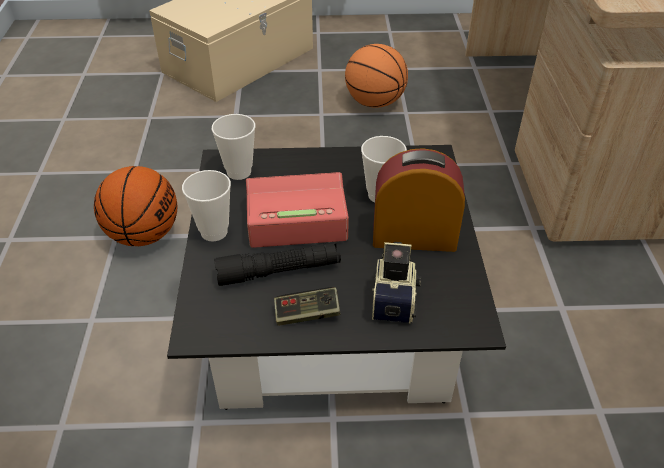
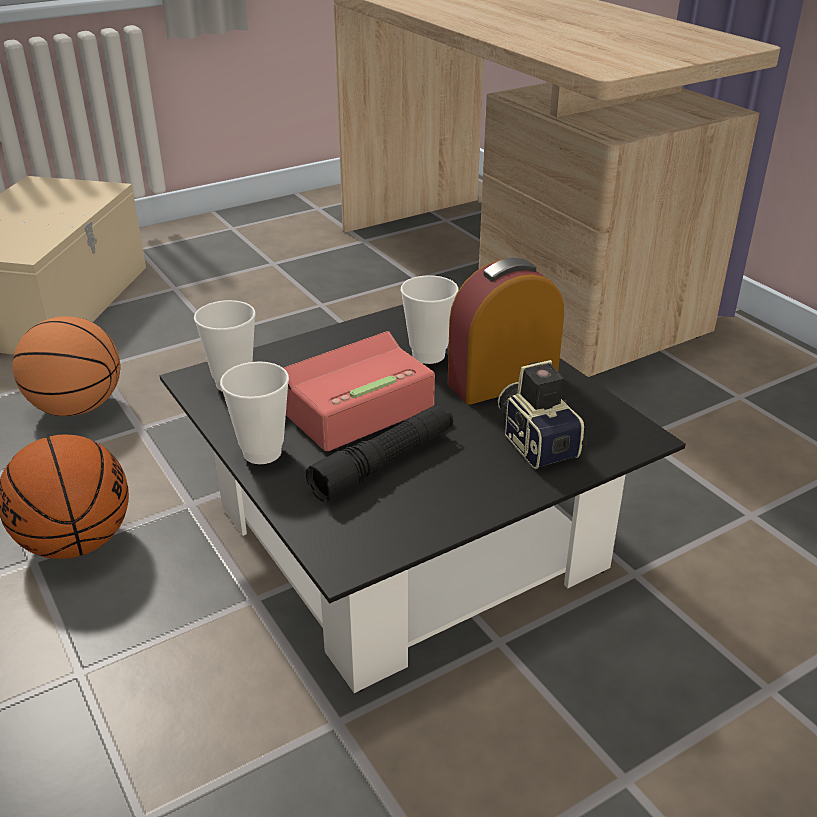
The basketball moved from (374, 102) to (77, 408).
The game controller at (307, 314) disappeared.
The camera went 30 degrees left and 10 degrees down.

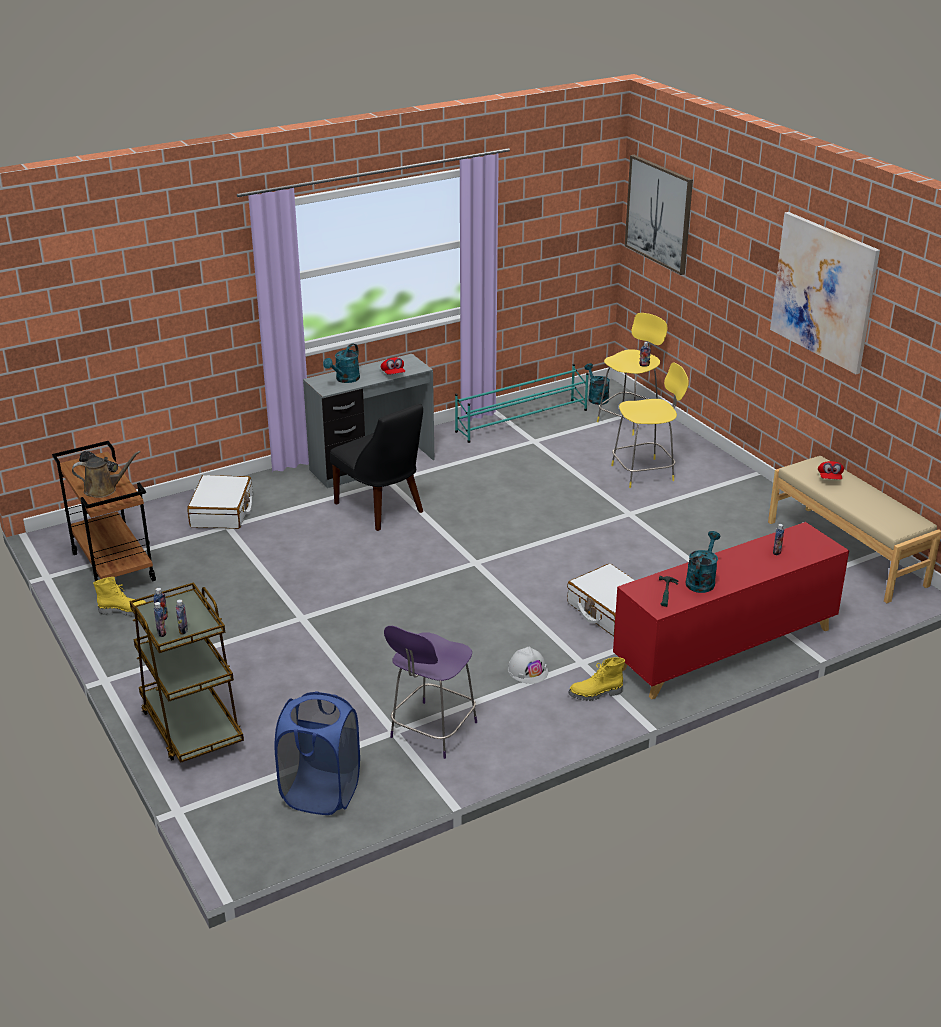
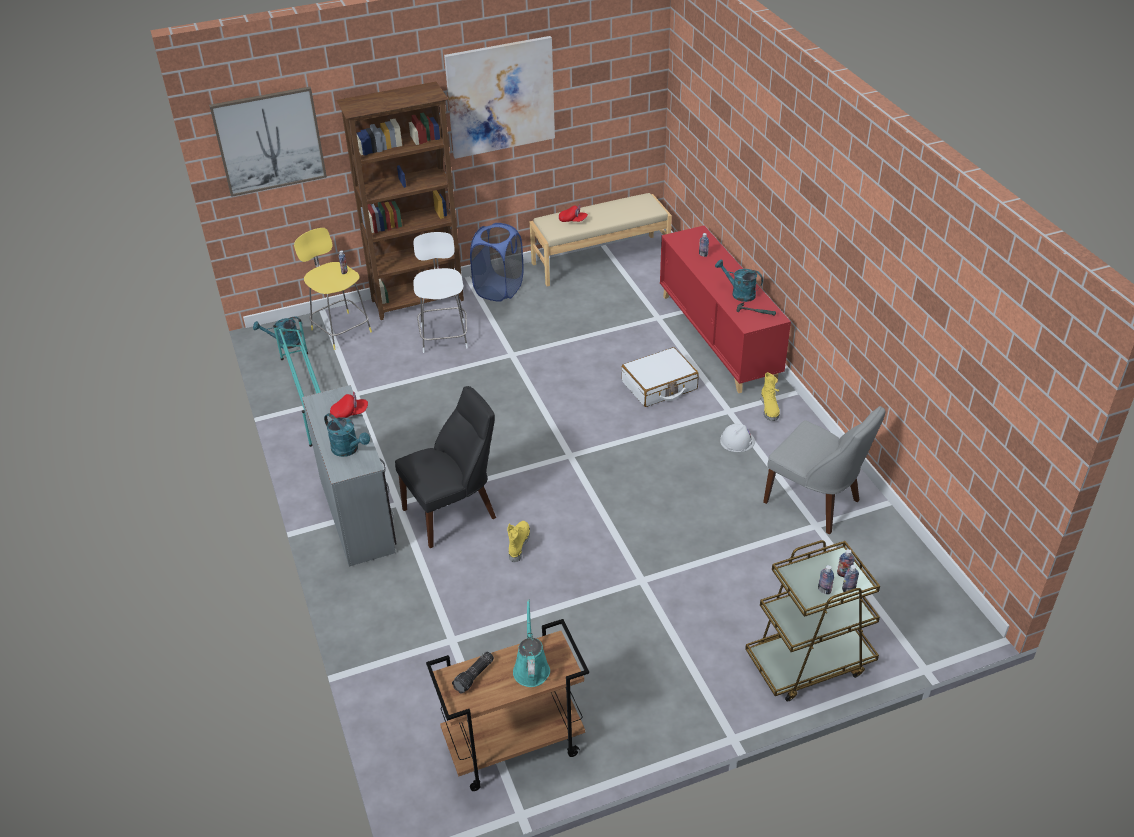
The yellow stool at (645, 472) became the white stool at (444, 335).
The brown watering can at (104, 489) became the turquoise watering can at (531, 668).
The white suitcase at (222, 512) disappeared.
The yellow boot moved from (124, 611) to (518, 544).
The purple stool at (432, 731) was replaced by the grey chair at (815, 503).
The blue laundry basket moved from (321, 793) to (499, 289).
The brown bookcase at (418, 301) appeared.
The camera went 80 degrees left and 10 degrees up.

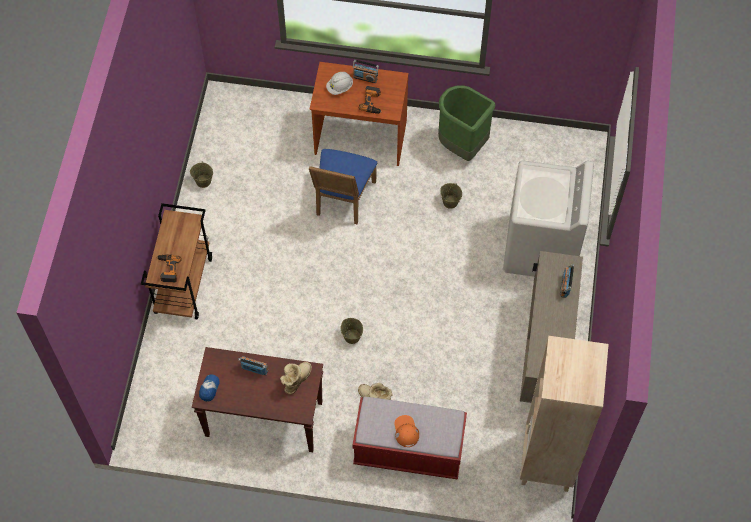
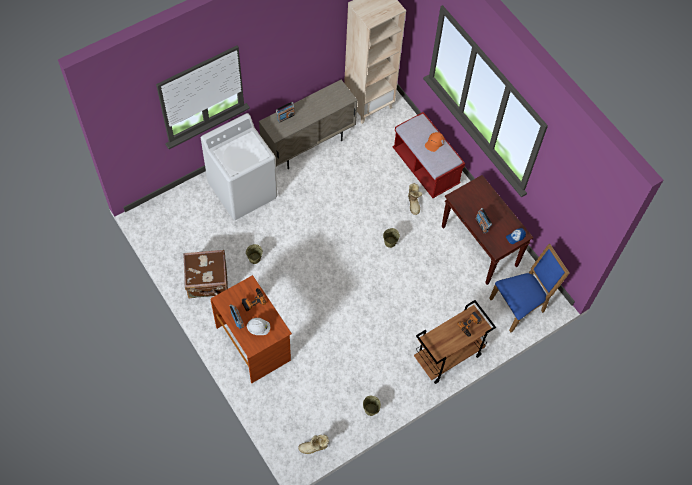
The green trash can at (462, 146) was replaced by the brown suitcase at (207, 281).
The blue chair moved from (342, 200) to (520, 305).
The boot moved from (296, 380) to (314, 448).
The camera went 135 degrees left and 0 degrees up.

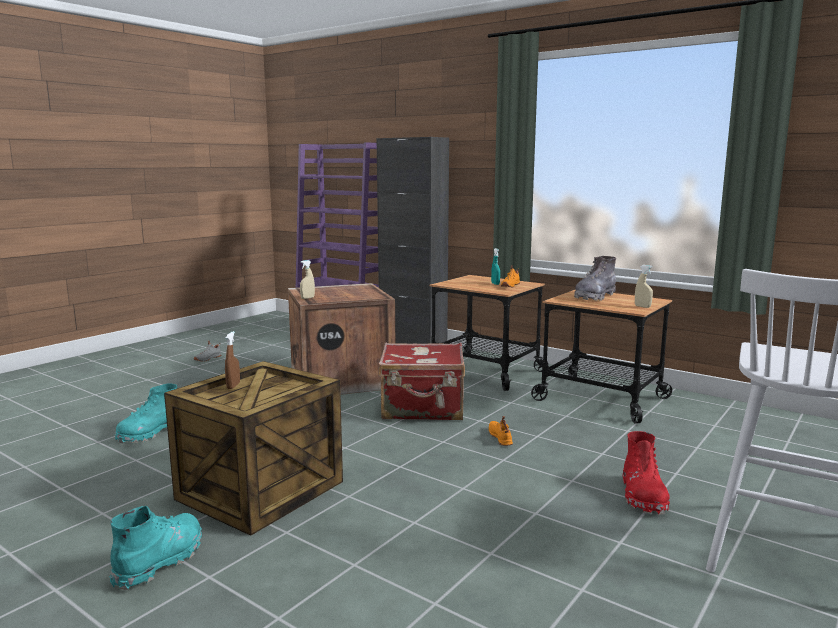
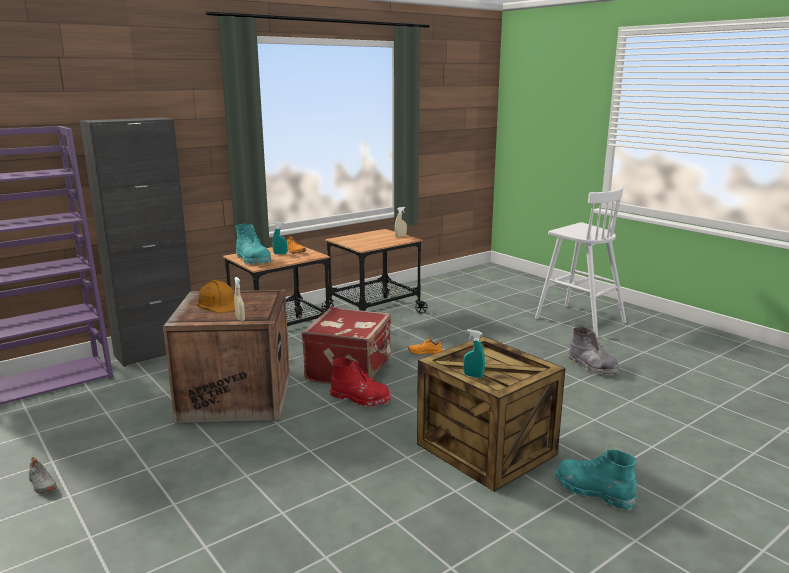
The grey boot moved from (594, 297) to (592, 367).
The brown spray bottle at (233, 386) became the turquoise spray bottle at (473, 376).
The turquoise boot moved from (150, 433) to (253, 260).
The red boot moved from (643, 496) to (360, 399).
The orange hard hat at (219, 304) appeared.
The camera went 75 degrees left and 5 degrees up.

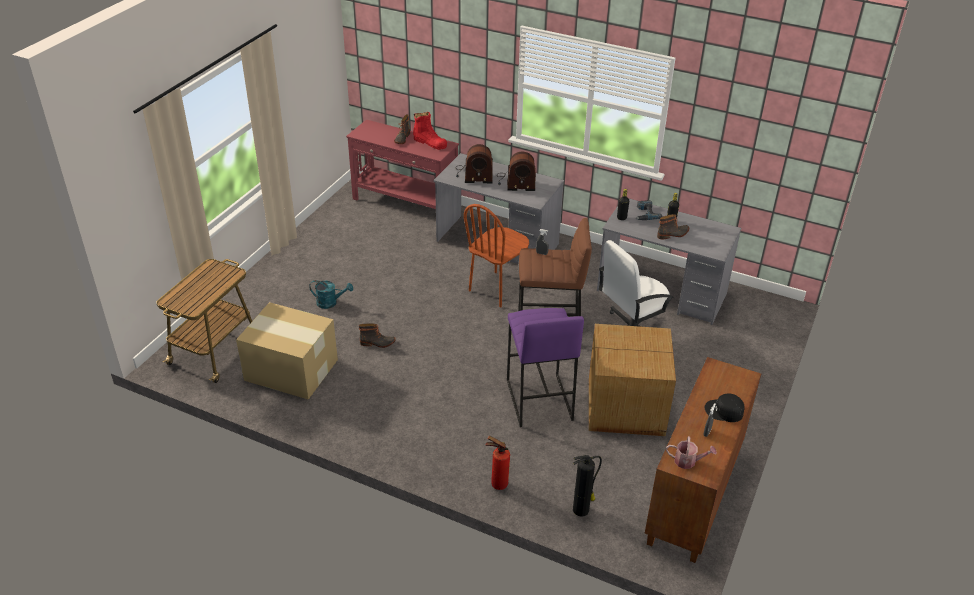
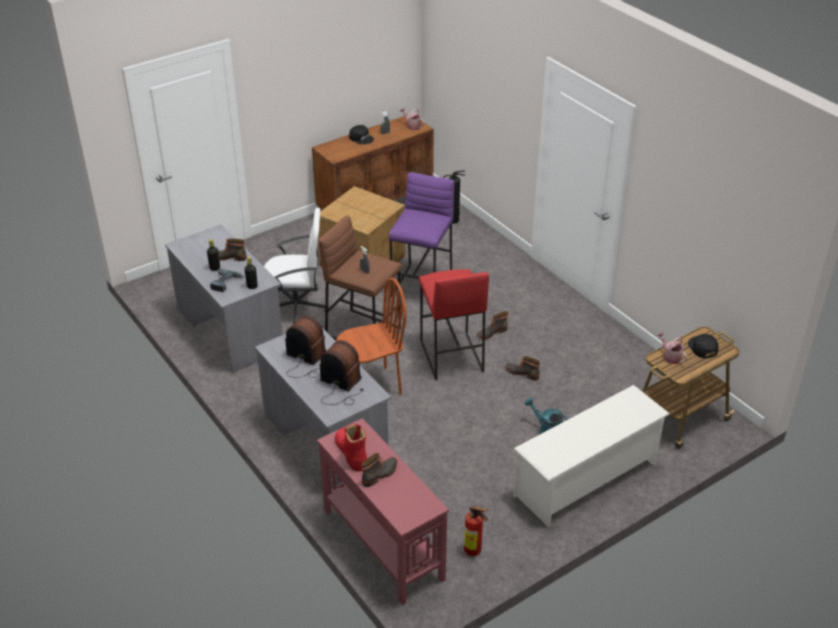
The cardboard box at (290, 369) disappeared.
The fire extinguisher moved from (497, 484) to (474, 552).
The red stool at (450, 356) appeared.
The boot at (491, 332) appeared.
The watering can at (670, 356) appeared.
The black cap at (702, 348) appeared.
The white shoe rack at (586, 480) appeared.
The camera went 150 degrees left and 0 degrees up.

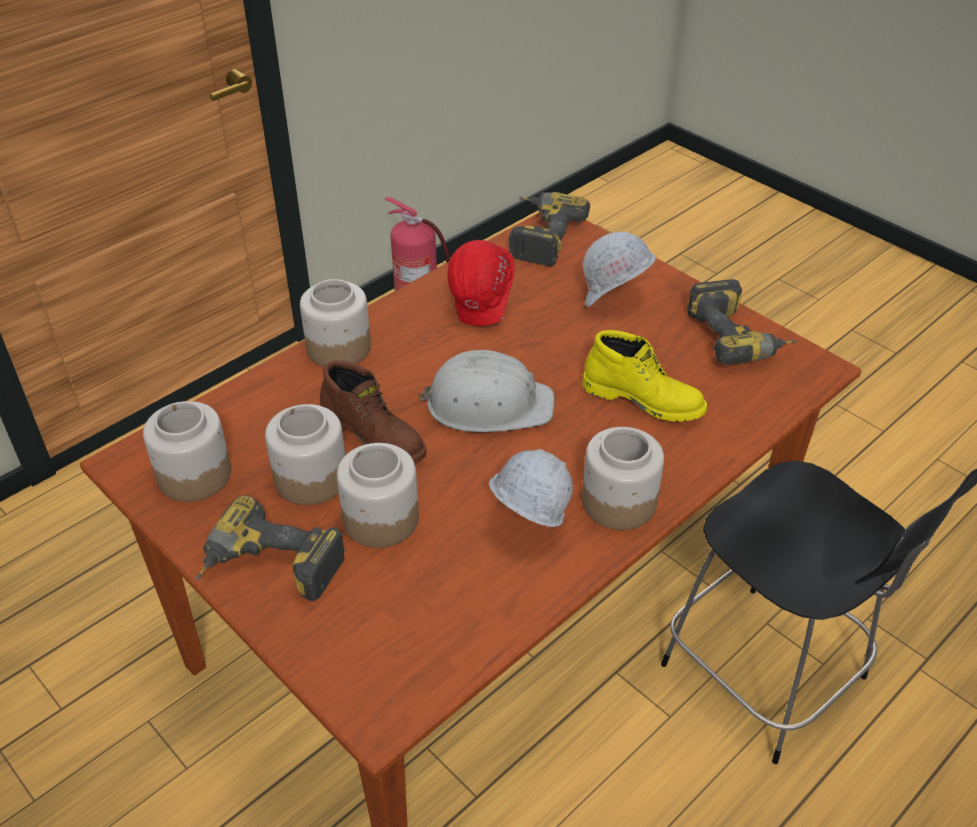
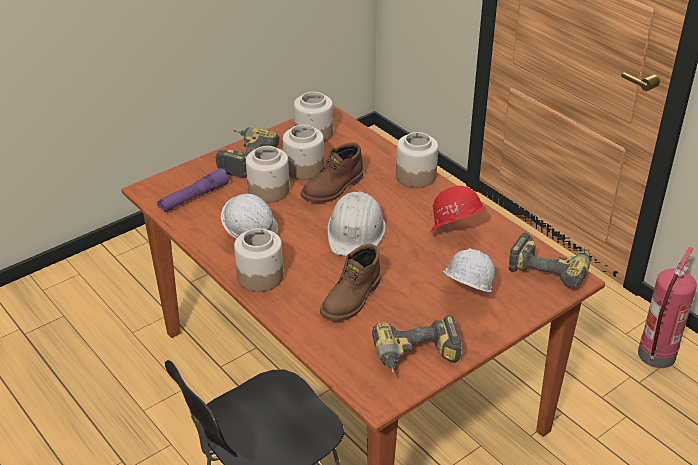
The yellow boot at (644, 399) became the brown boot at (352, 299).
The purple flashlight at (194, 197) appeared.
The camera went 95 degrees right and 5 degrees down.

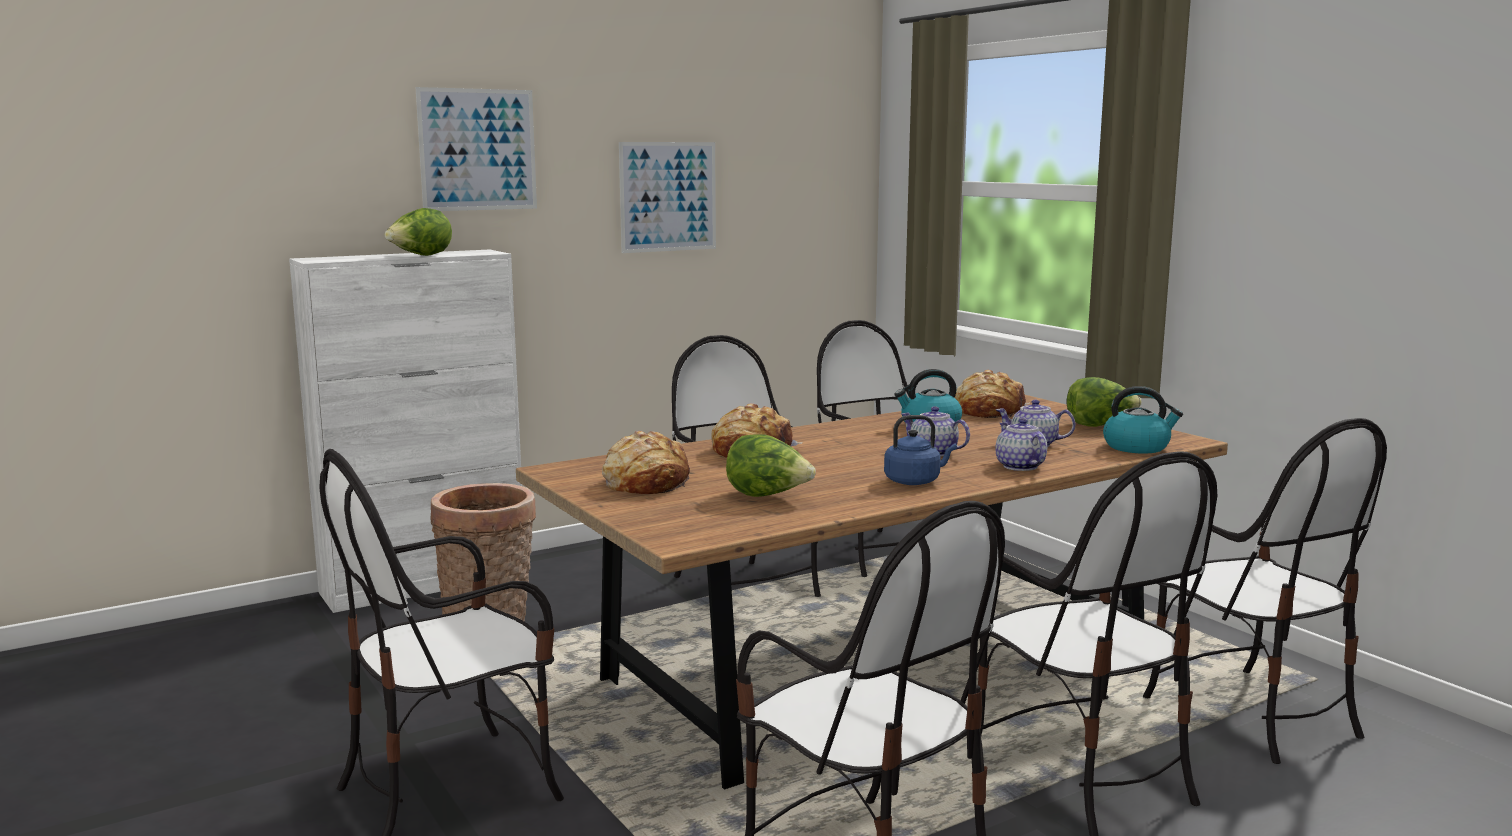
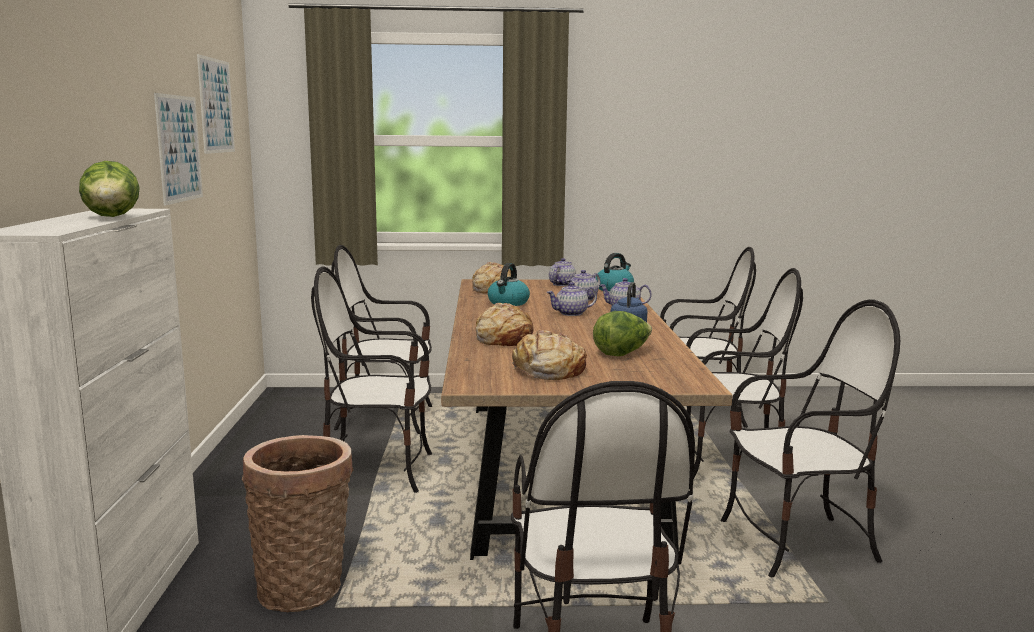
The picture moved from (478, 150) to (216, 106).
The lettuce at (1099, 425) was replaced by the teapot at (561, 284).
The camera went 60 degrees left and 0 degrees up.

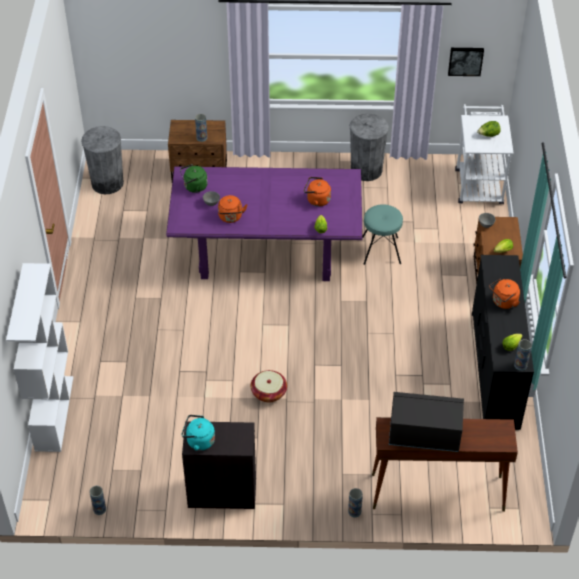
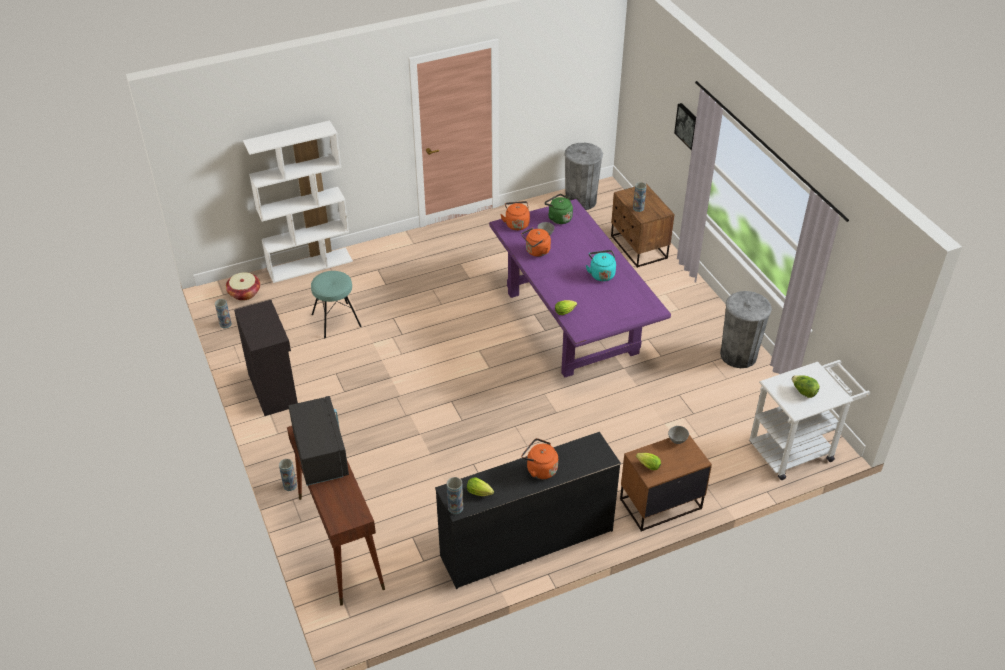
The picture moved from (465, 60) to (688, 126).
The orange kettle moved from (317, 200) to (516, 224).
The turquoise stool moved from (380, 250) to (336, 320).
The basket moved from (269, 392) to (244, 293).
The turquoise kettle moved from (198, 441) to (601, 274).
The camera went 65 degrees right and 5 degrees down.

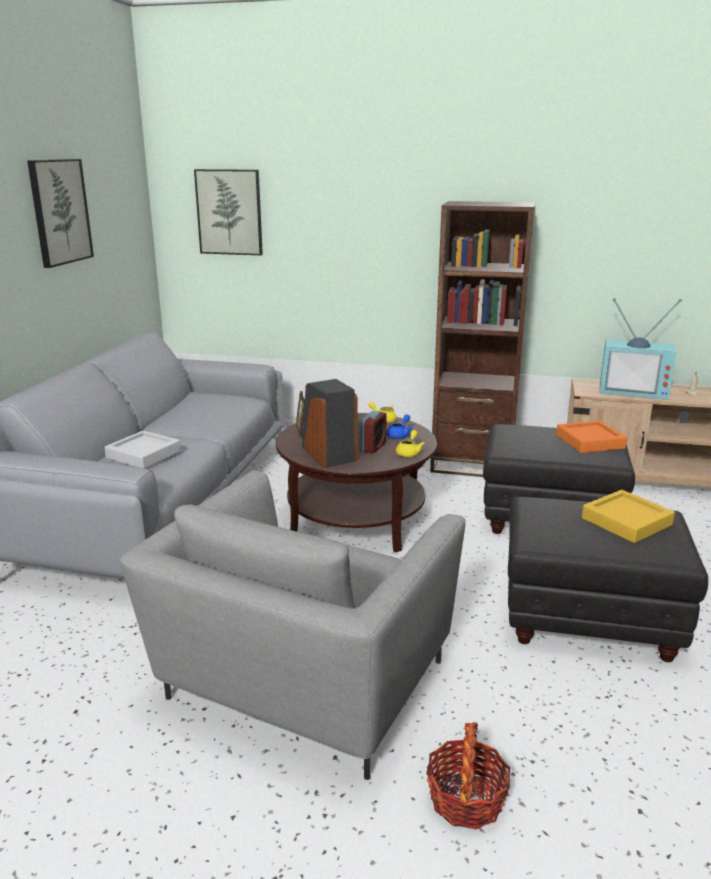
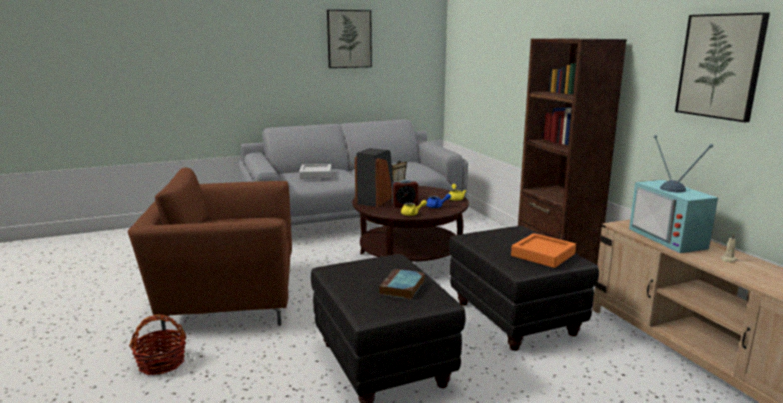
The picture moved from (229, 212) to (720, 66).
The grey armchair at (303, 684) became the brown armchair at (226, 297).
The yellow tray at (626, 522) was replaced by the book at (402, 288).
The camera went 55 degrees right and 5 degrees down.

